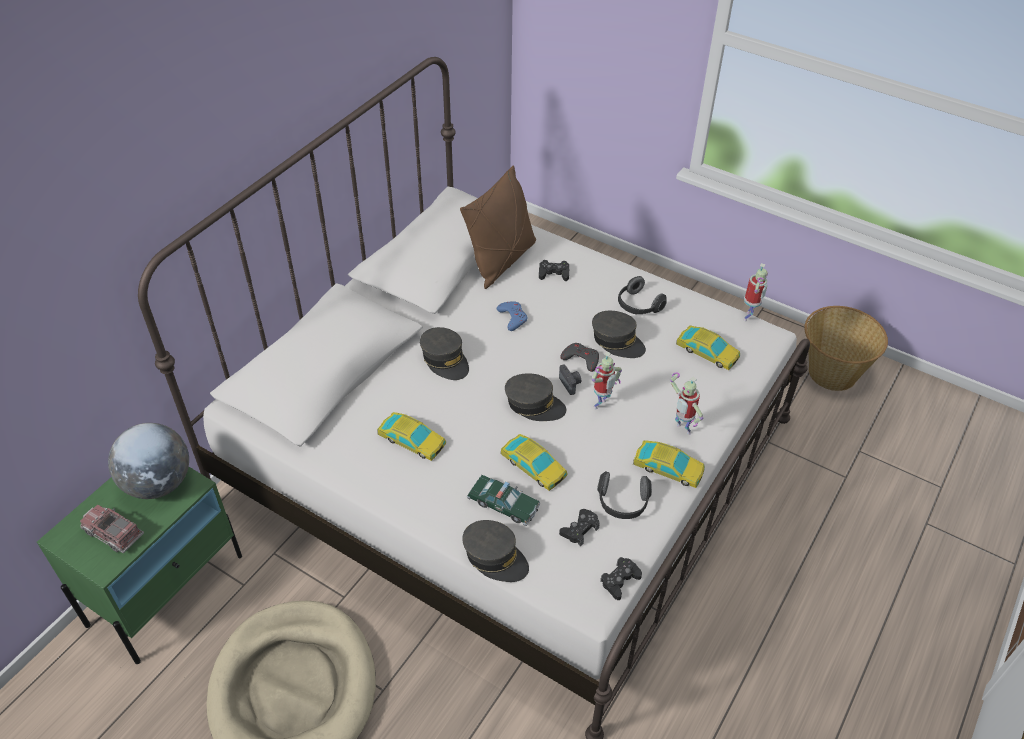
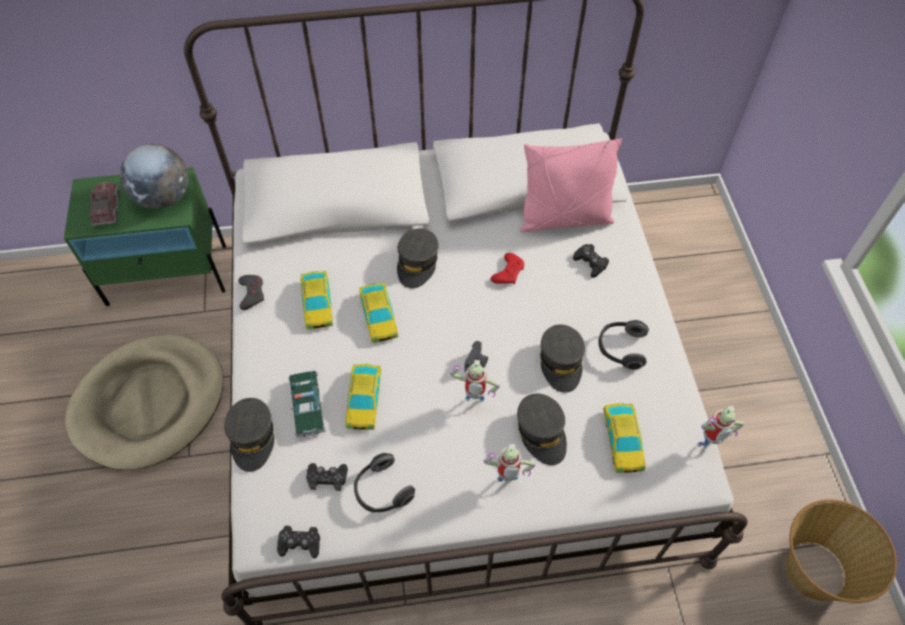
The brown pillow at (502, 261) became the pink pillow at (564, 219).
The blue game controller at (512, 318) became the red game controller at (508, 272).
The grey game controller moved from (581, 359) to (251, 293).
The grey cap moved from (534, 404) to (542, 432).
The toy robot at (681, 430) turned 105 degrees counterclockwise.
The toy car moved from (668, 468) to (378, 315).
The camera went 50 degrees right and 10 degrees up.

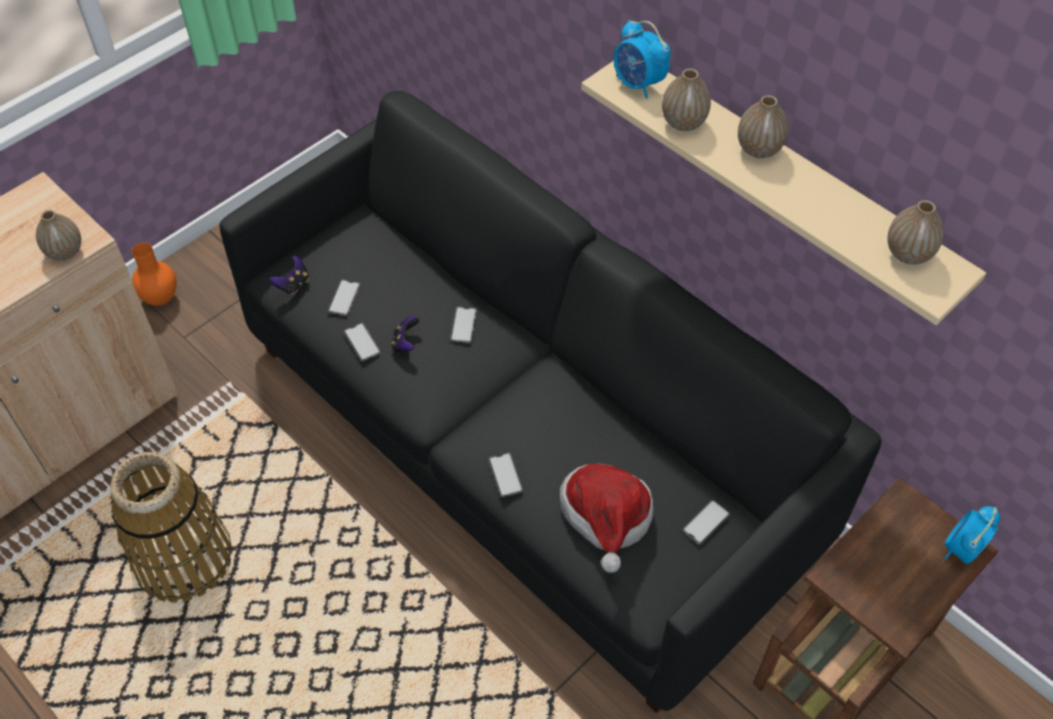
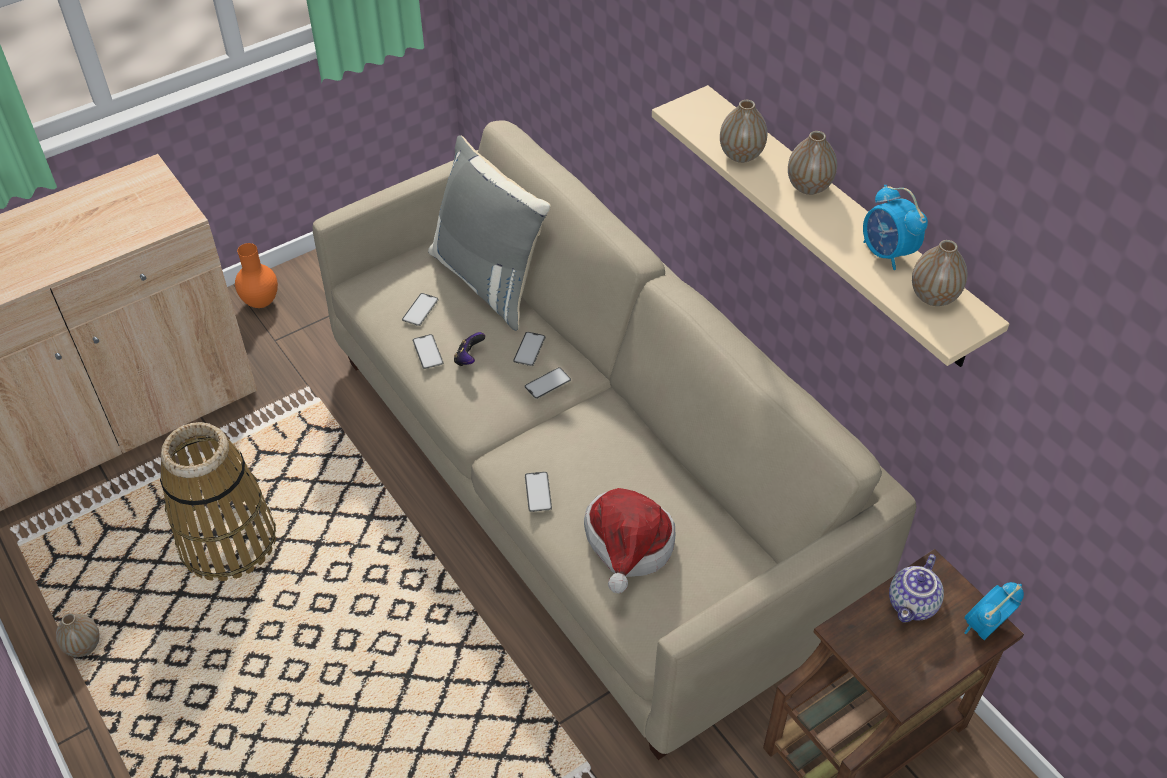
The alarm clock moved from (638, 84) to (887, 253).
The black sofa at (528, 442) became the beige sofa at (585, 483).
The vase moved from (65, 252) to (84, 646).
The game controller at (293, 284) disappeared.
The phone moved from (706, 522) to (547, 383).
The grey pillow at (490, 280) appeared.
The teapot at (913, 605) appeared.
The camera went 10 degrees right and 5 degrees down.

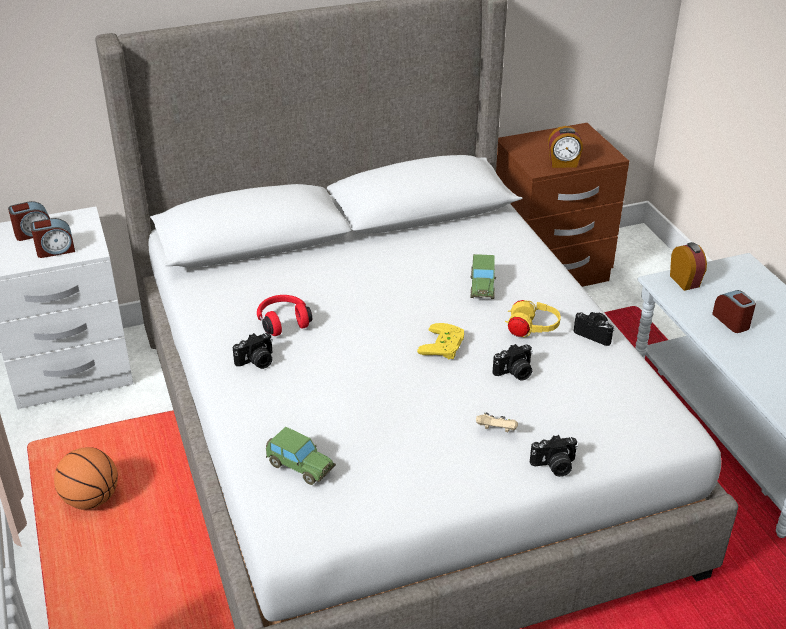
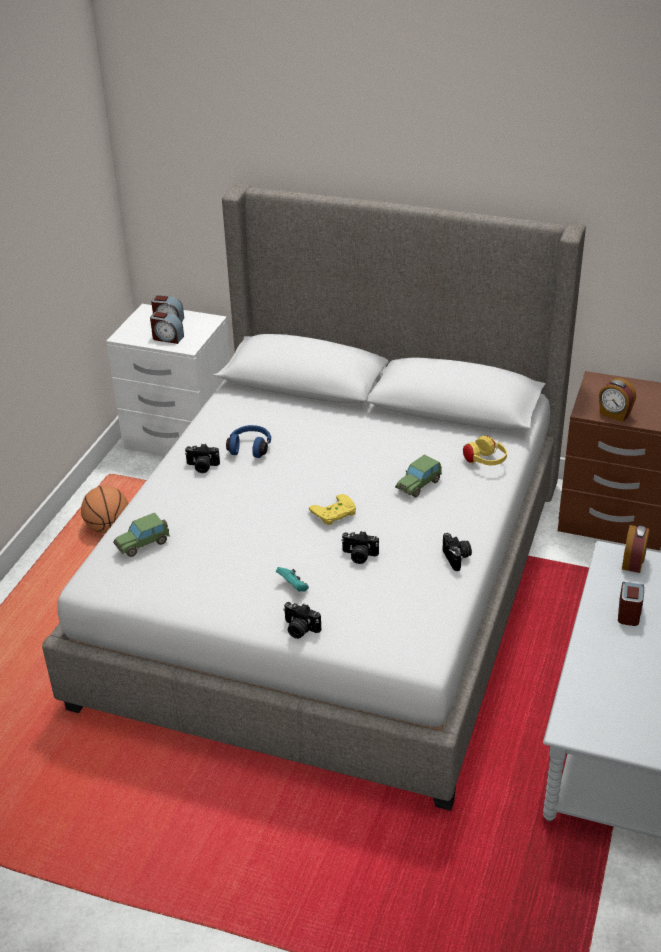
The red headphones at (283, 322) became the blue headphones at (250, 447).
The yellow headphones moved from (531, 330) to (484, 462).
The beige game controller at (496, 431) became the turquoise game controller at (293, 587).
The toy car at (299, 466) turned 75 degrees clockwise.
The camera went 40 degrees right and 0 degrees up.

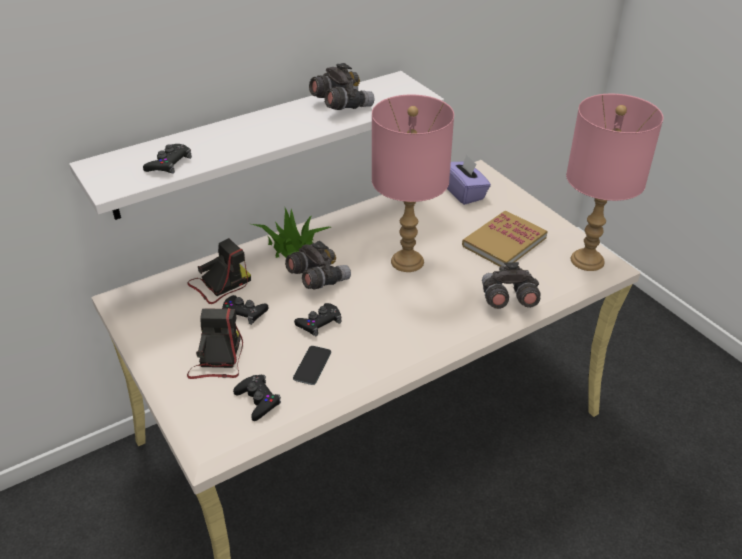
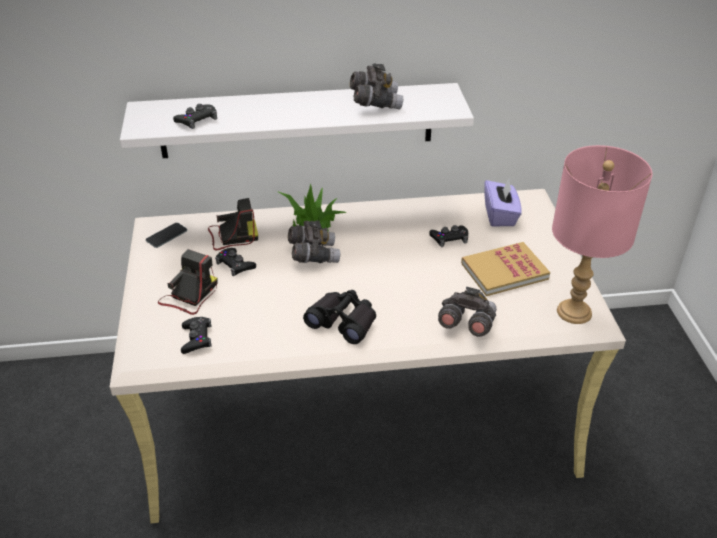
The pink table lamp at (406, 261) disappeared.
The black game controller moved from (319, 323) to (449, 239).
The phone moved from (312, 365) to (166, 235).
The black binoculars at (343, 322) appeared.
The camera went 25 degrees right and 0 degrees up.

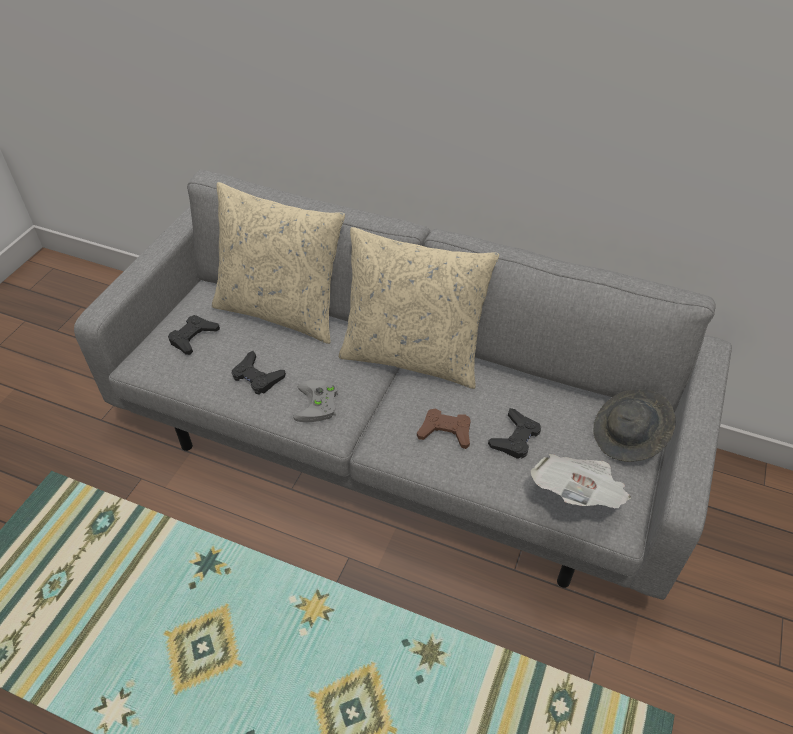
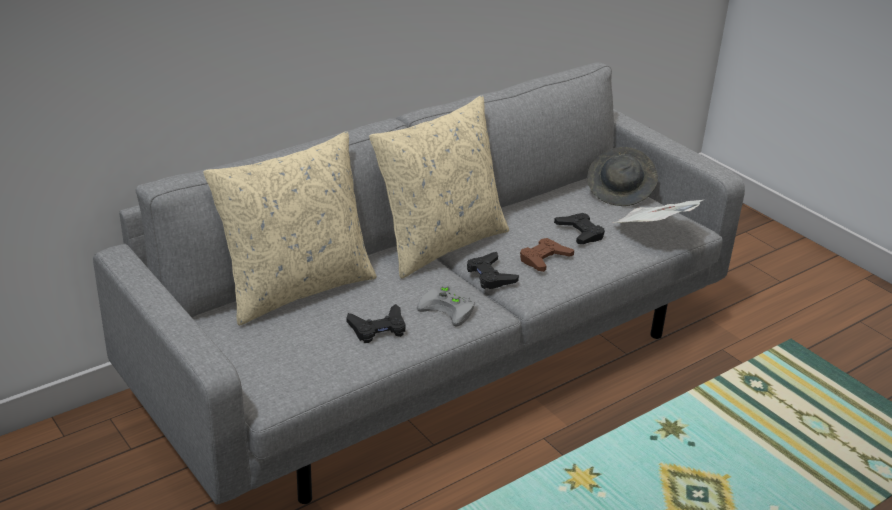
The black game controller moved from (193, 337) to (490, 275).
The camera went 60 degrees left and 15 degrees down.

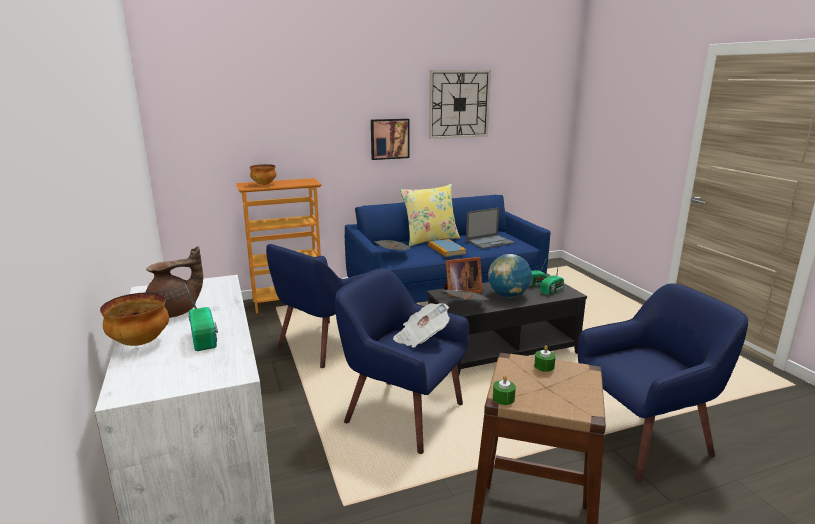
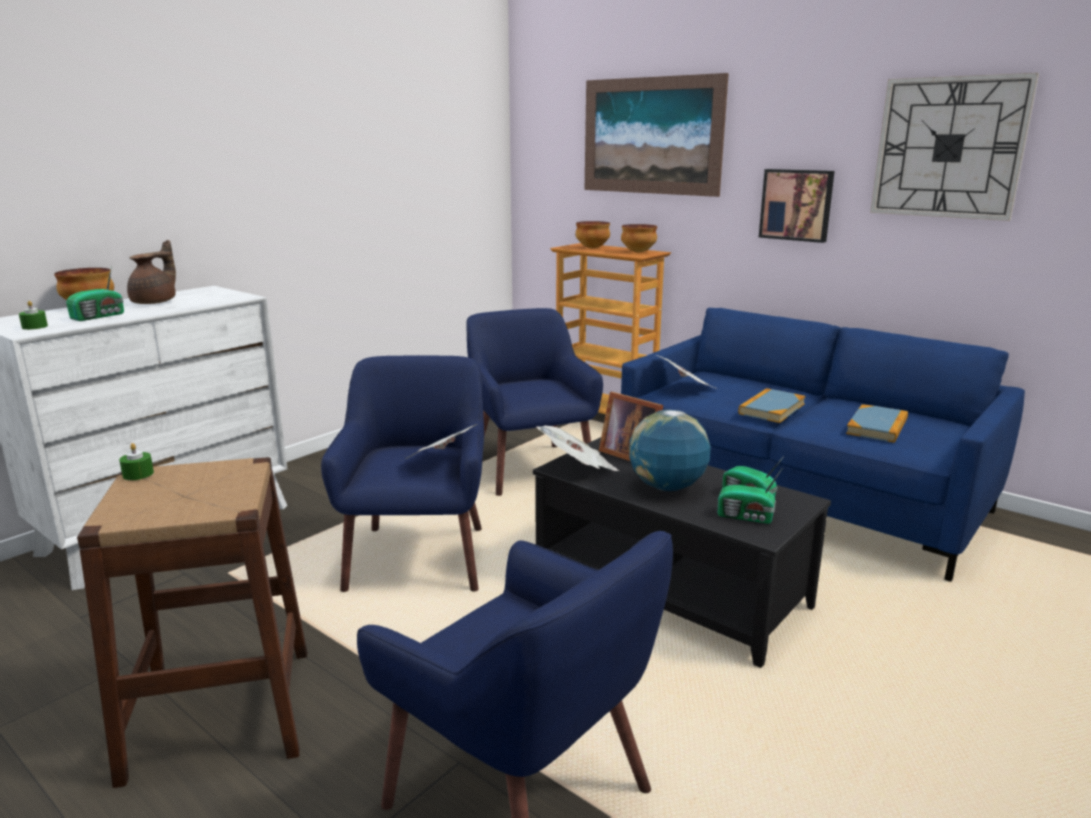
The yellow pillow at (430, 239) disappeared.
The laptop at (490, 242) was replaced by the book at (877, 427).
The blue armchair at (325, 344) turned 60 degrees clockwise.
The brown teapot at (175, 312) turned 90 degrees counterclockwise.
The green candle moved from (544, 366) to (34, 327).
The picture at (651, 136) appeared.
The bowl at (638, 252) appeared.
The camera went 60 degrees right and 0 degrees up.

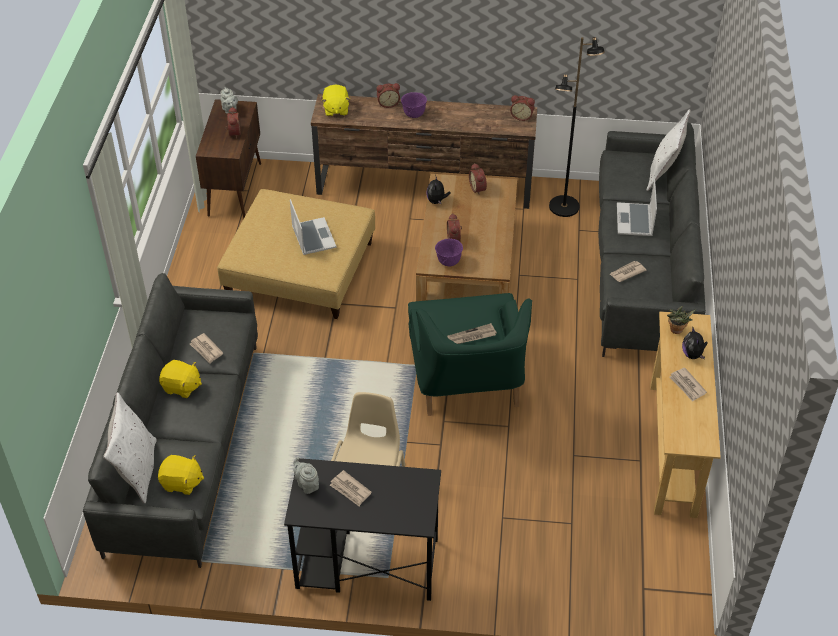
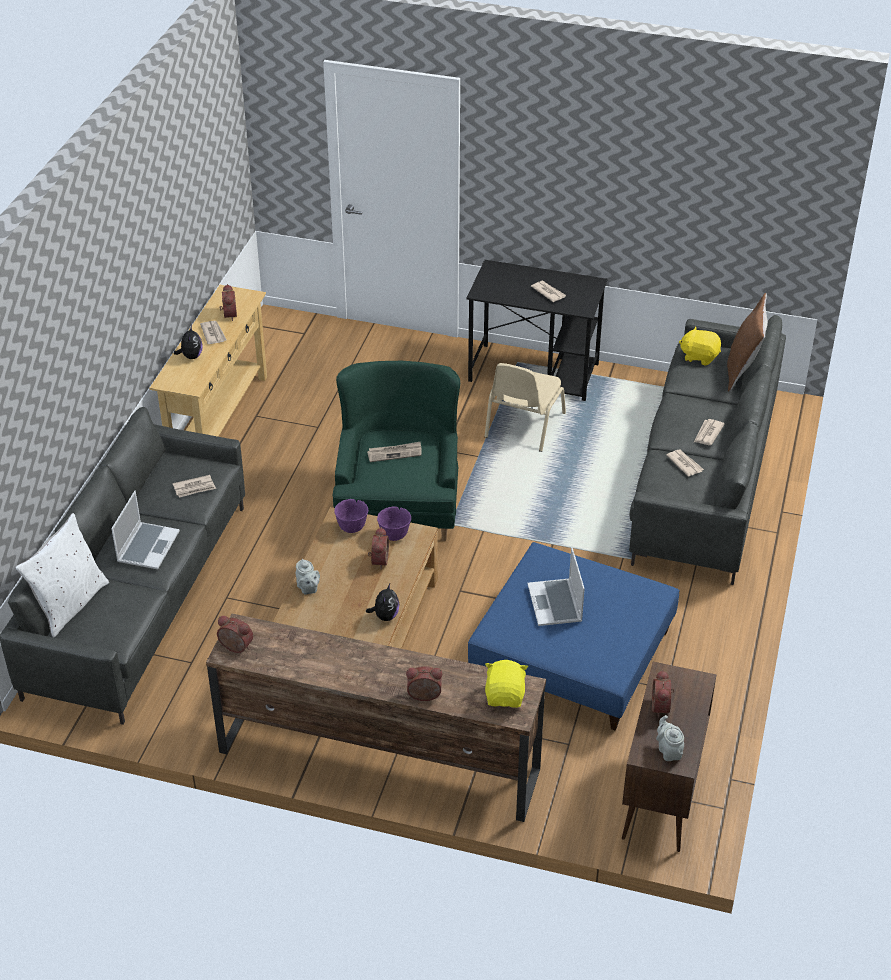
The black floor lamp at (564, 207) disappeared.
The purple bowl moved from (414, 114) to (352, 527).
The alarm clock moved from (478, 188) to (228, 315).
The beige ottoman at (300, 269) became the blue ottoman at (572, 655).
The potted plant at (676, 331) disappeared.
The yellow plush toy at (181, 387) was replaced by the newspaper at (708, 433).
The white pillow at (137, 471) became the brown pillow at (743, 370).
The grey teapot moved from (307, 484) to (308, 589).
The camera went 170 degrees left and 5 degrees down.

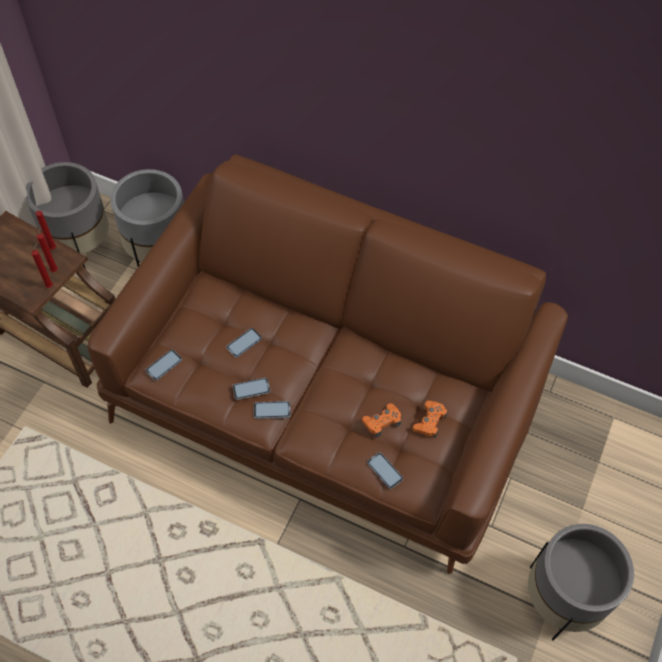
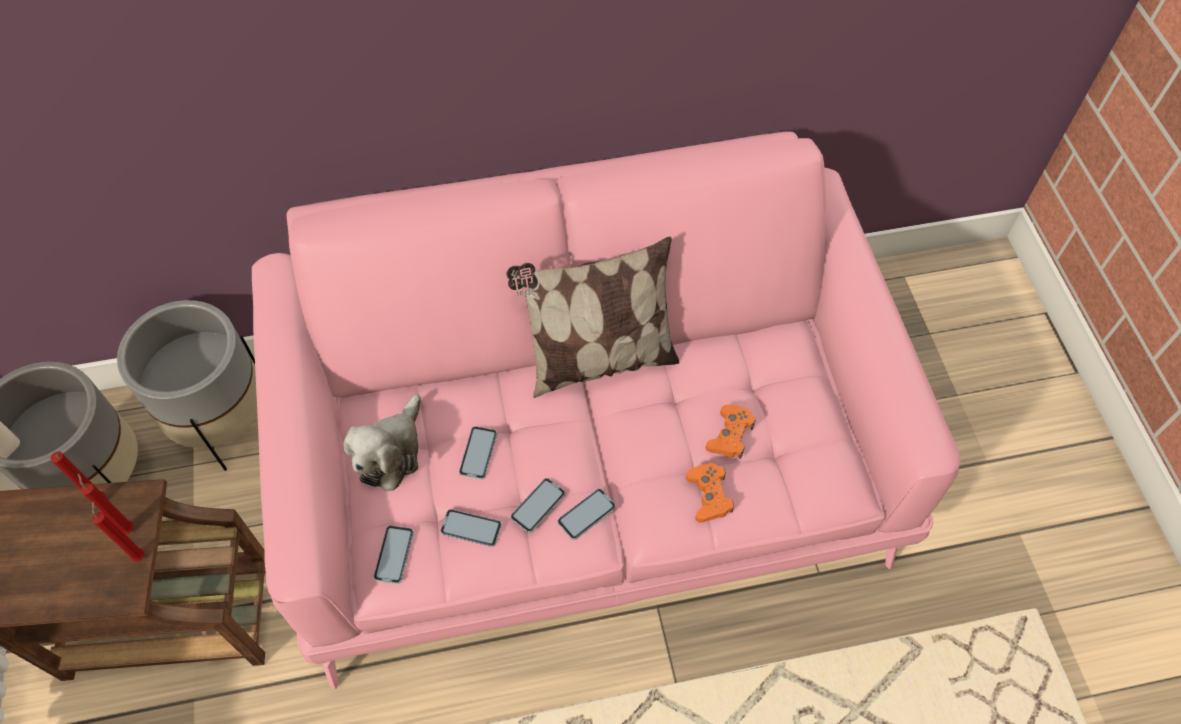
The brown sofa at (328, 399) became the pink sofa at (590, 462).
The orange game controller moved from (429, 421) to (708, 496).
The phone moved from (385, 471) to (471, 528).
The grey planter at (561, 599) disappeared.
The pillow at (598, 361) appeared.
The plush toy at (391, 452) appeared.
The camera went 35 degrees left and 0 degrees up.

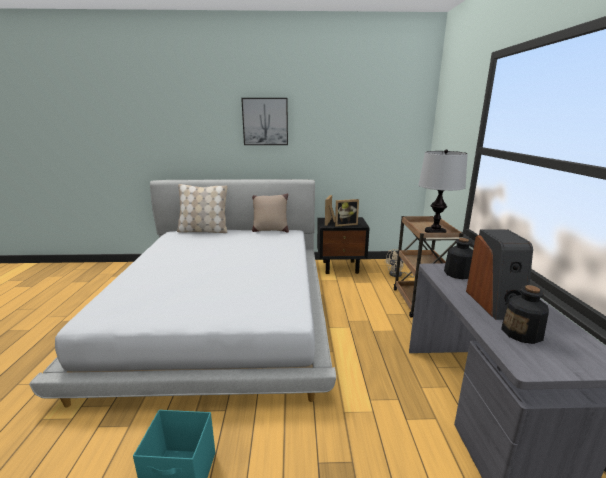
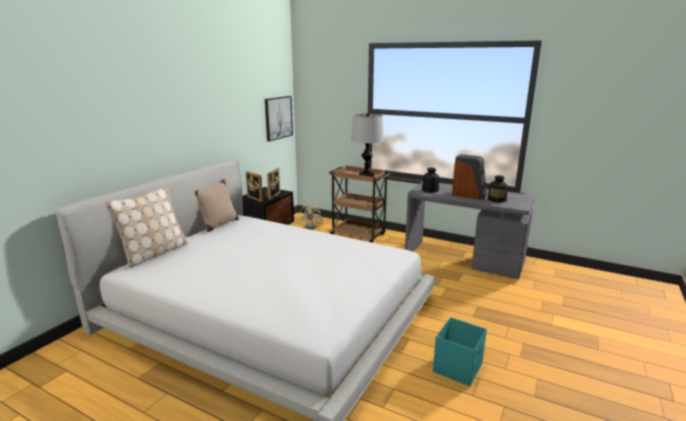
The picture moved from (265, 121) to (278, 118).
The camera went 60 degrees left and 0 degrees up.

